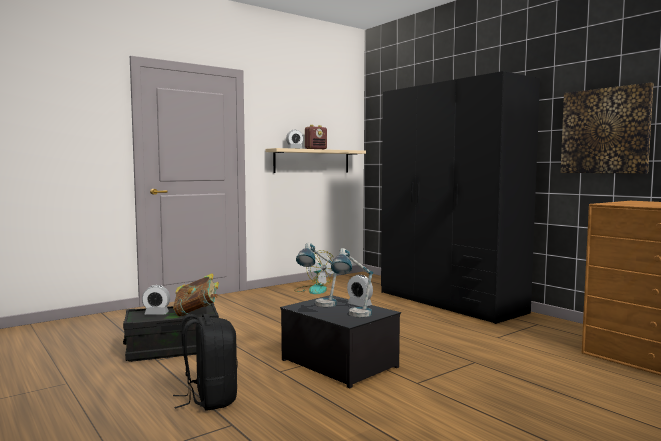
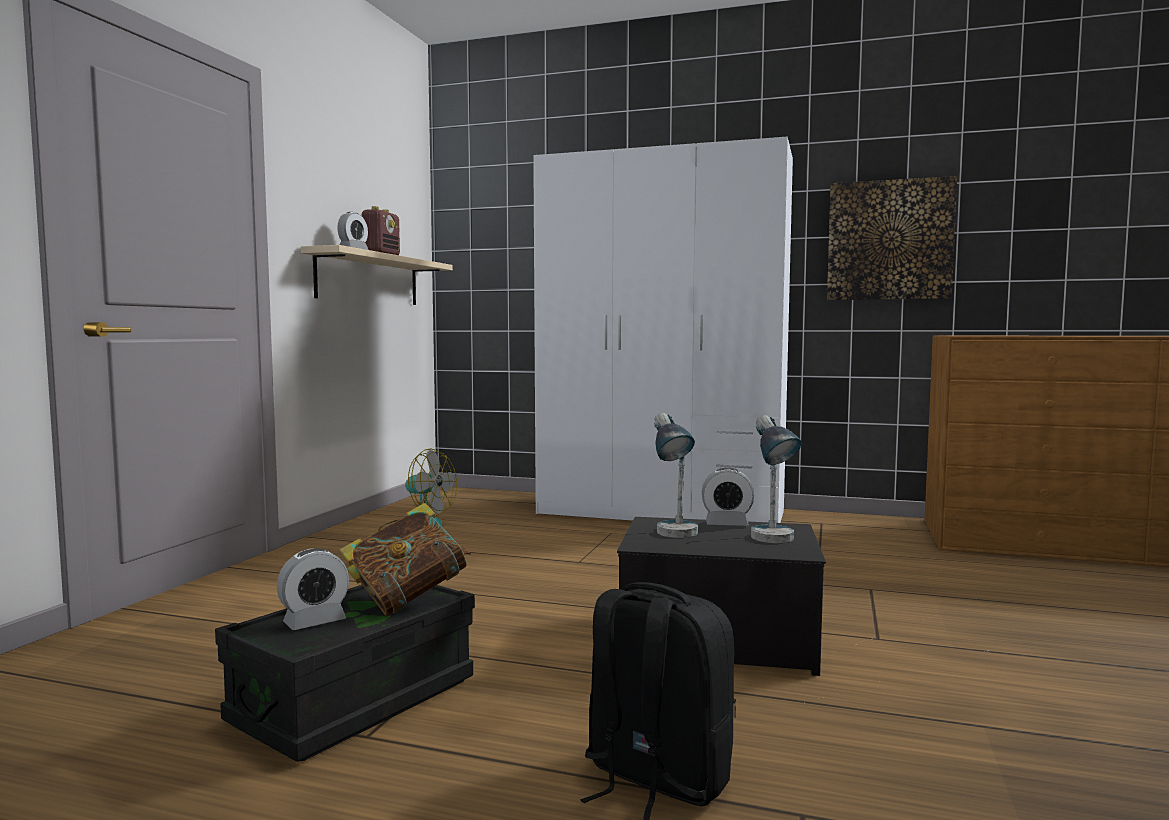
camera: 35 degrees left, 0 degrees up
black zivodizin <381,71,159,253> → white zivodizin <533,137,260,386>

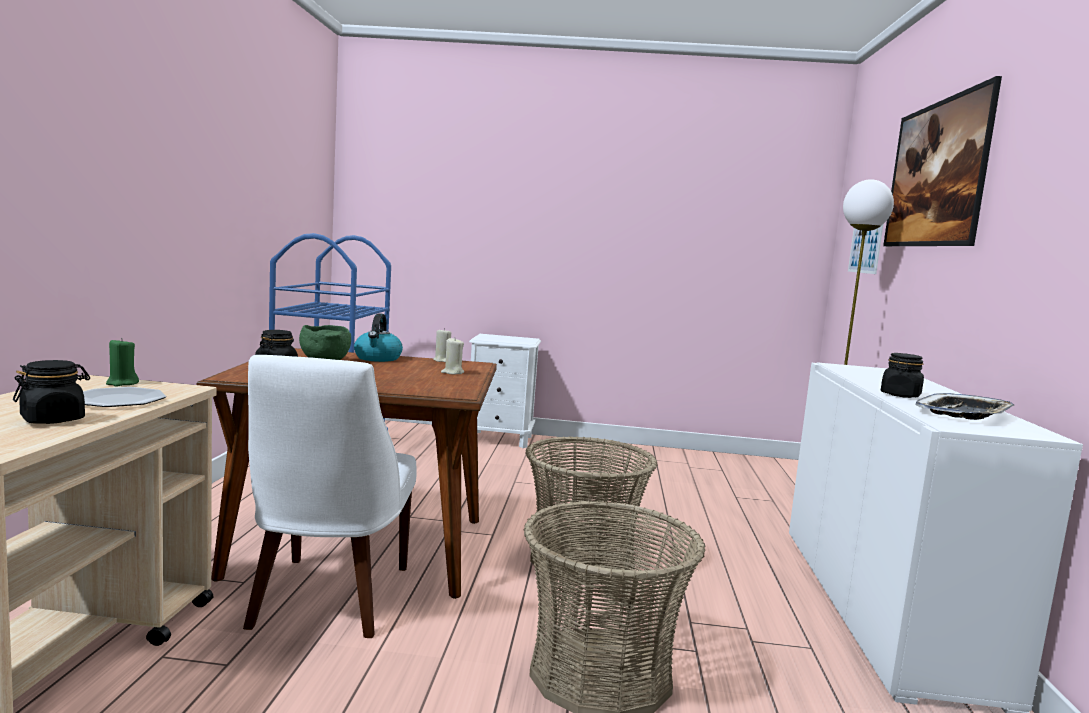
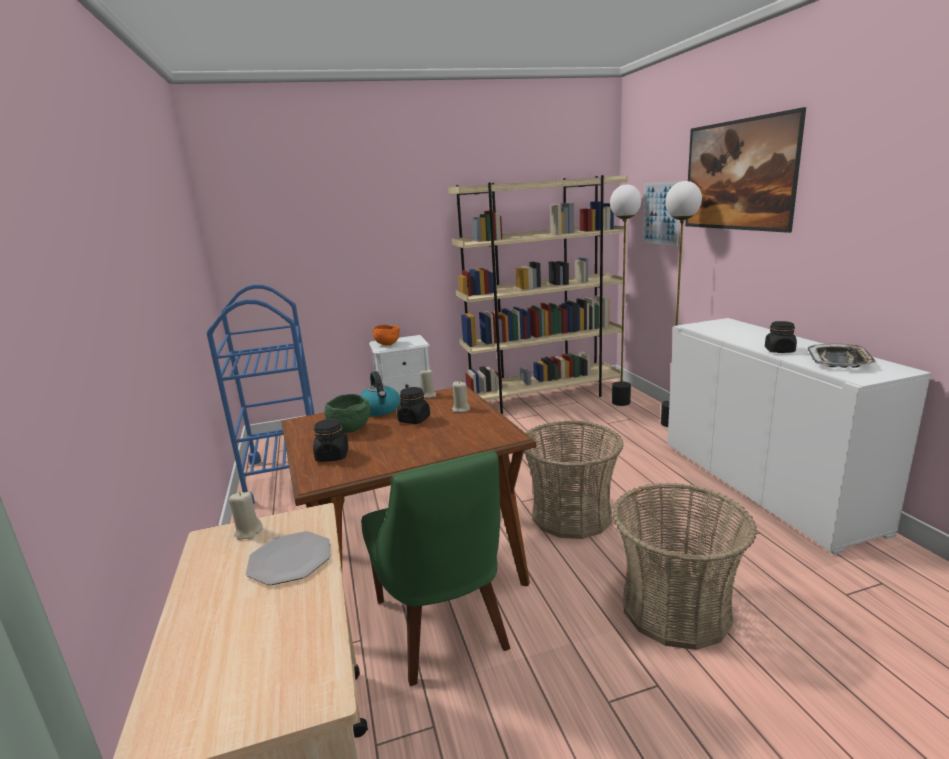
camera: 20 degrees left, 10 degrees up
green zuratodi <106,338,33,49> → beige zuratodi <229,492,34,48>
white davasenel <243,355,174,283> → green davasenel <361,451,150,235>
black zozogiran <13,360,77,64> → black zozogiran <397,387,33,37>, moved
- → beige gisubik <448,175,180,239>
- → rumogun <610,184,31,222>
- → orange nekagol <372,324,28,22>

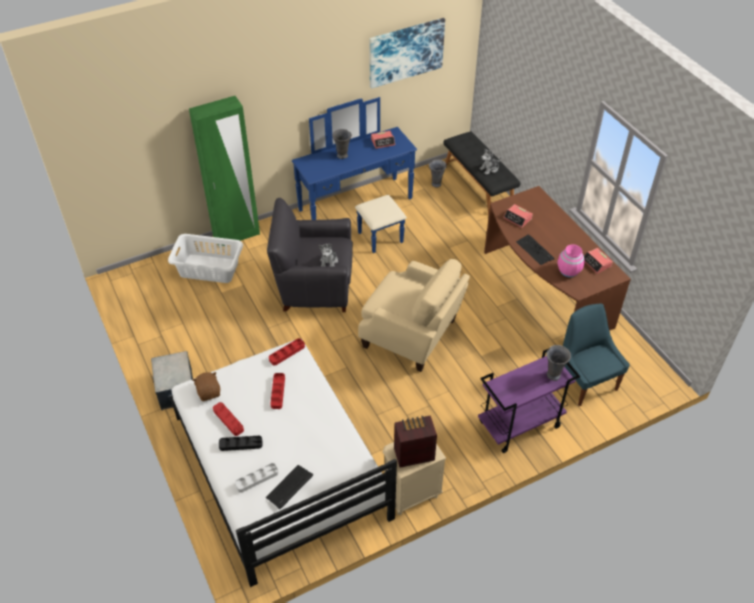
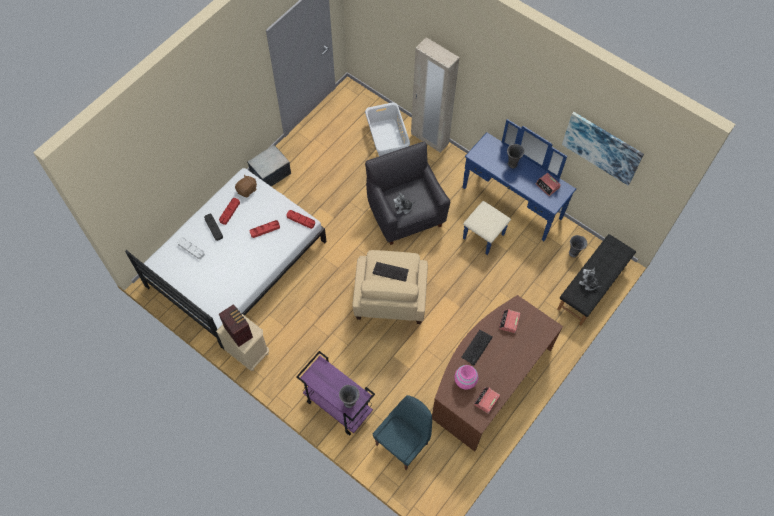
camera: 65 degrees right, 15 degrees up
green zivodizin <189,96,71,150> → beige zivodizin <411,37,49,116>
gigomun <266,465,48,44> → gigomun <372,262,37,20>, moved

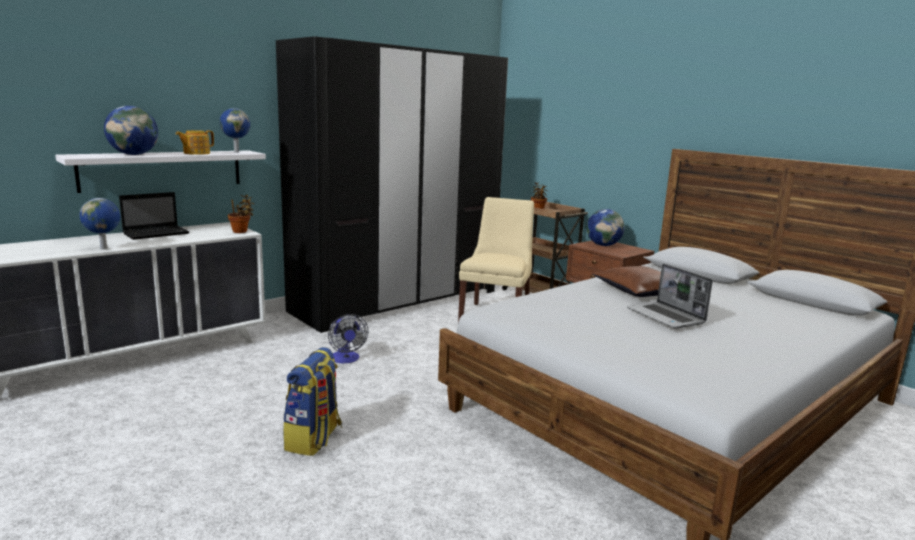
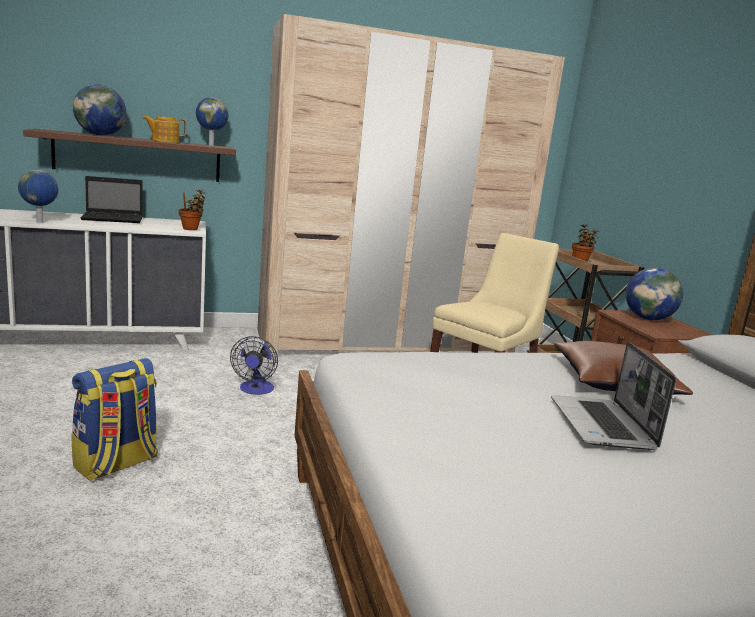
camera: 25 degrees right, 0 degrees up
black zivodizin <276,36,232,297> → beige zivodizin <257,14,308,343>
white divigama <55,150,211,43> → brown divigama <23,129,213,53>

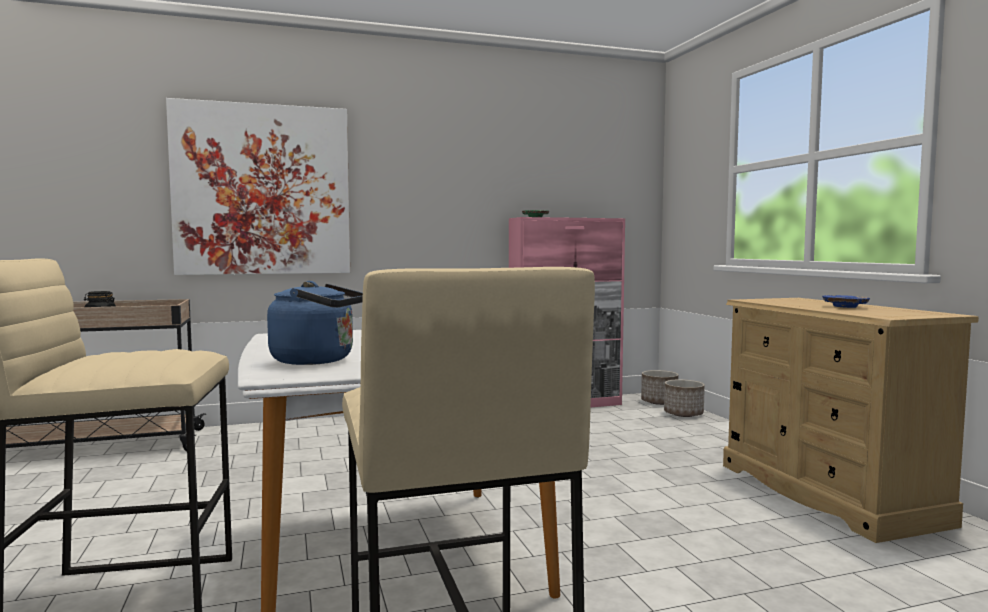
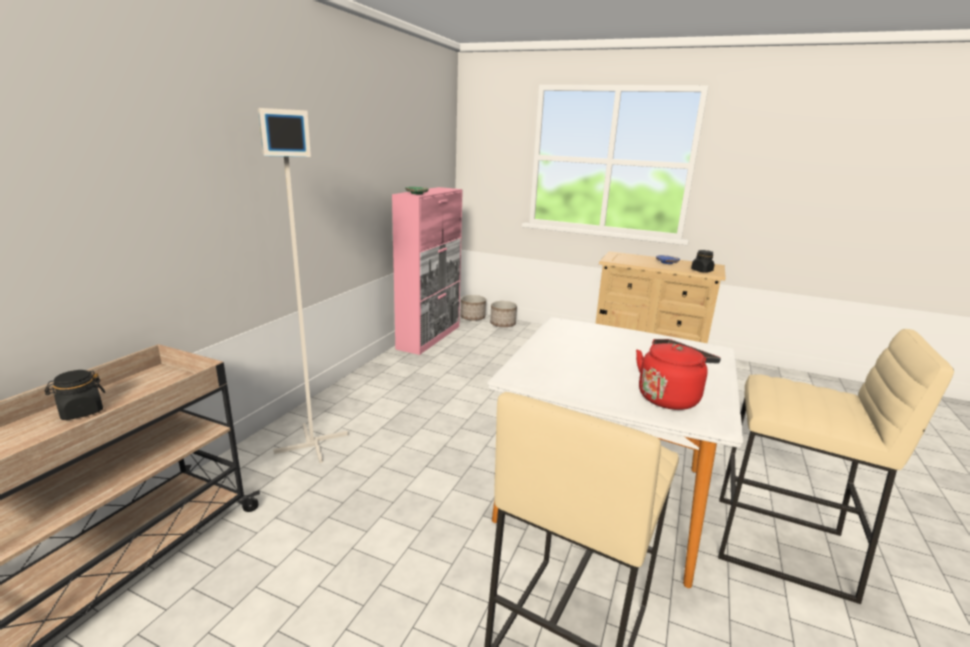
camera: 50 degrees left, 15 degrees up
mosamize <166,98,184,177> → -
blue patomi <267,281,96,84> → red patomi <636,339,85,71>
- → grey rumogun <257,108,91,355>
- → black zozogiran <691,250,23,22>

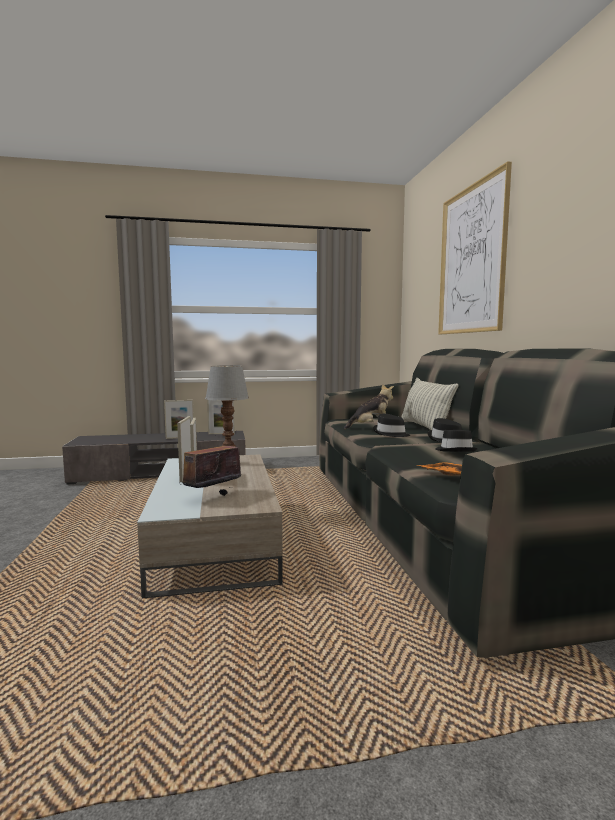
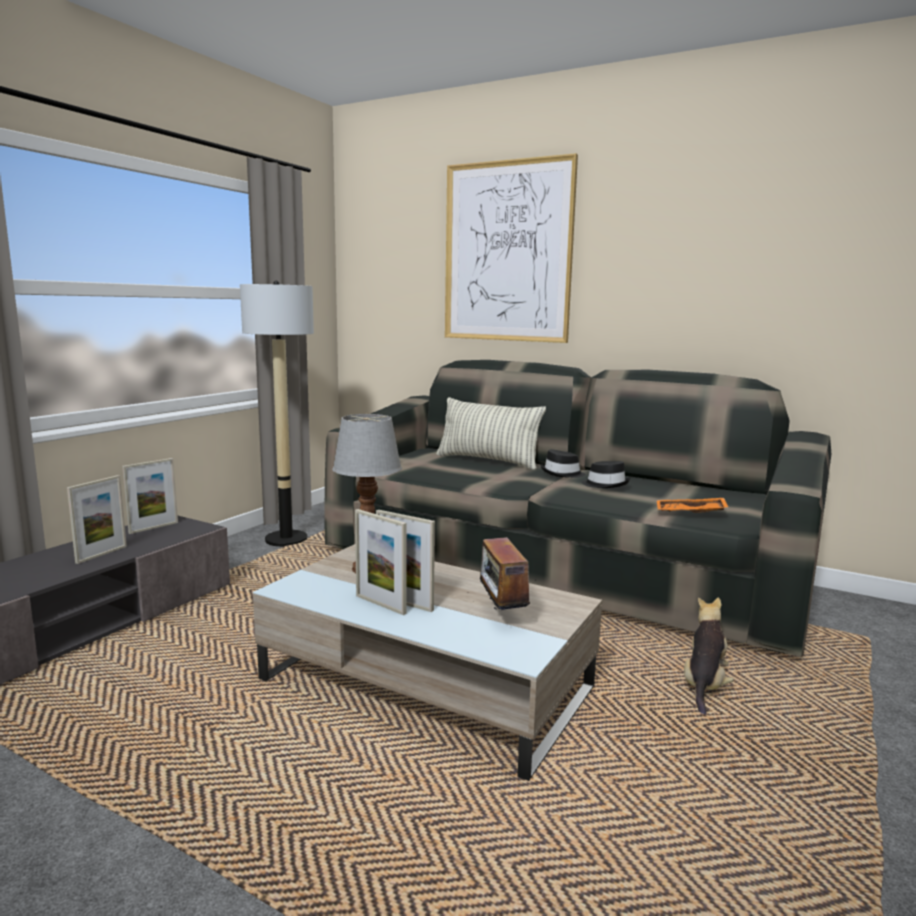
camera: 50 degrees left, 5 degrees up
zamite <344,384,50,46> → zamite <684,597,50,117>, moved
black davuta <373,413,37,24> → -
- → rumogun <240,281,74,266>

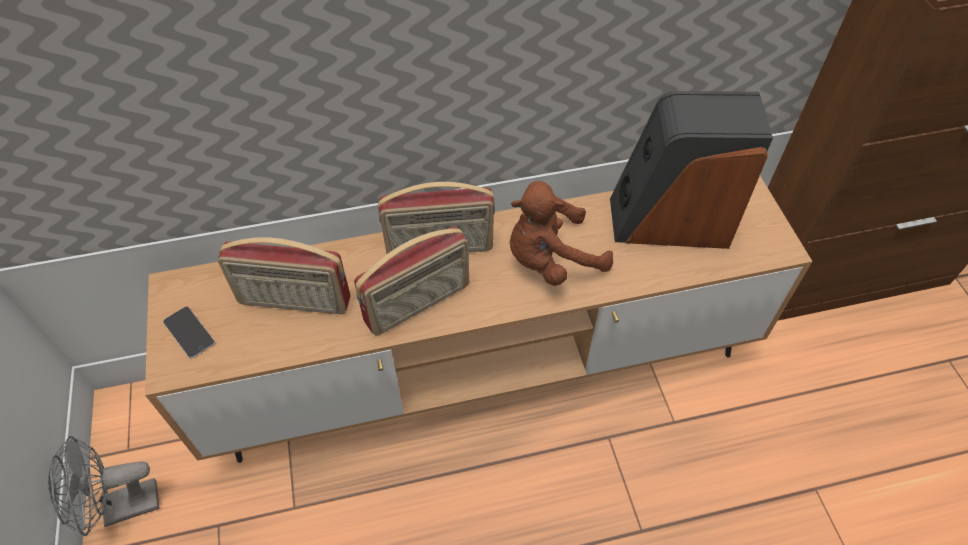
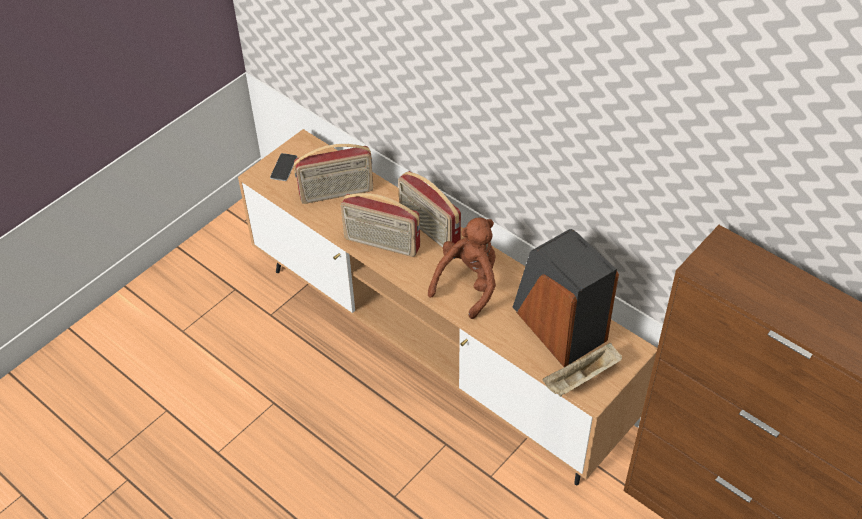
camera: 55 degrees right, 5 degrees down
brown zamite <510,181,103,105> → brown zamite <428,217,68,102>, 90 degrees clockwise
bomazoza <218,237,133,77> → bomazoza <294,144,79,60>, 75 degrees counterclockwise
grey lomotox <48,436,112,100> → -
- → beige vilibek <542,343,80,54>

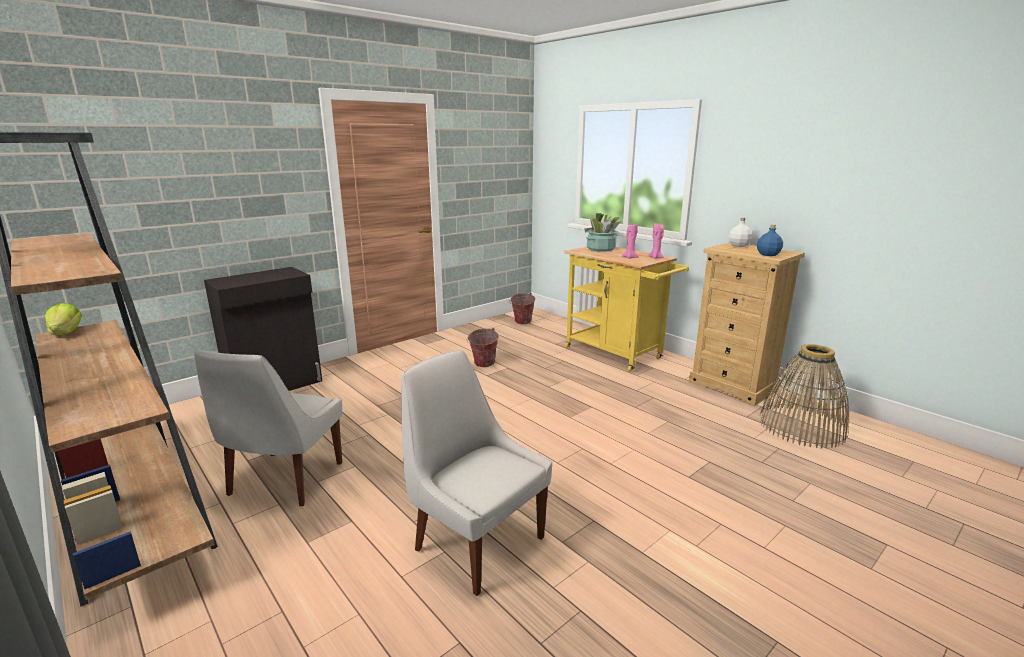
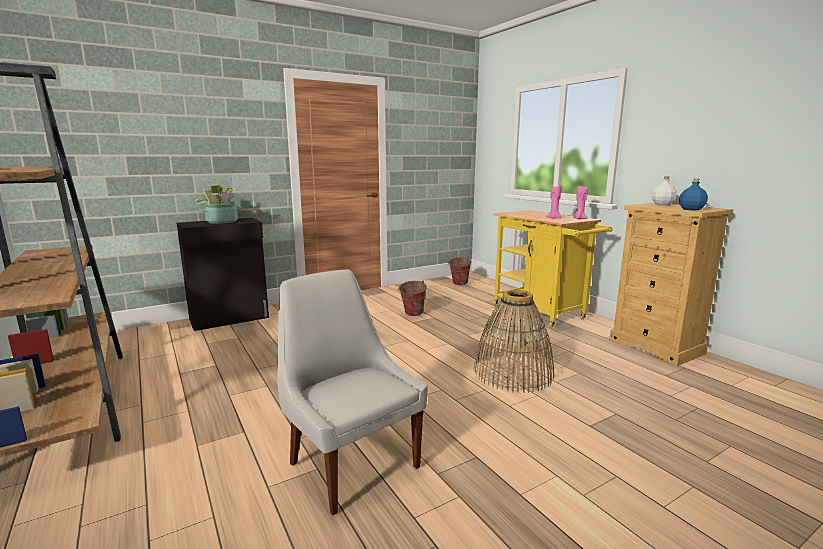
camera: 10 degrees right, 5 degrees down
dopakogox <584,213,37,39> → dopakogox <194,185,48,39>, moved
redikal <45,303,37,33> → -
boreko <760,344,89,105> → boreko <474,290,80,103>, moved
white davasenel <194,350,148,156> → -

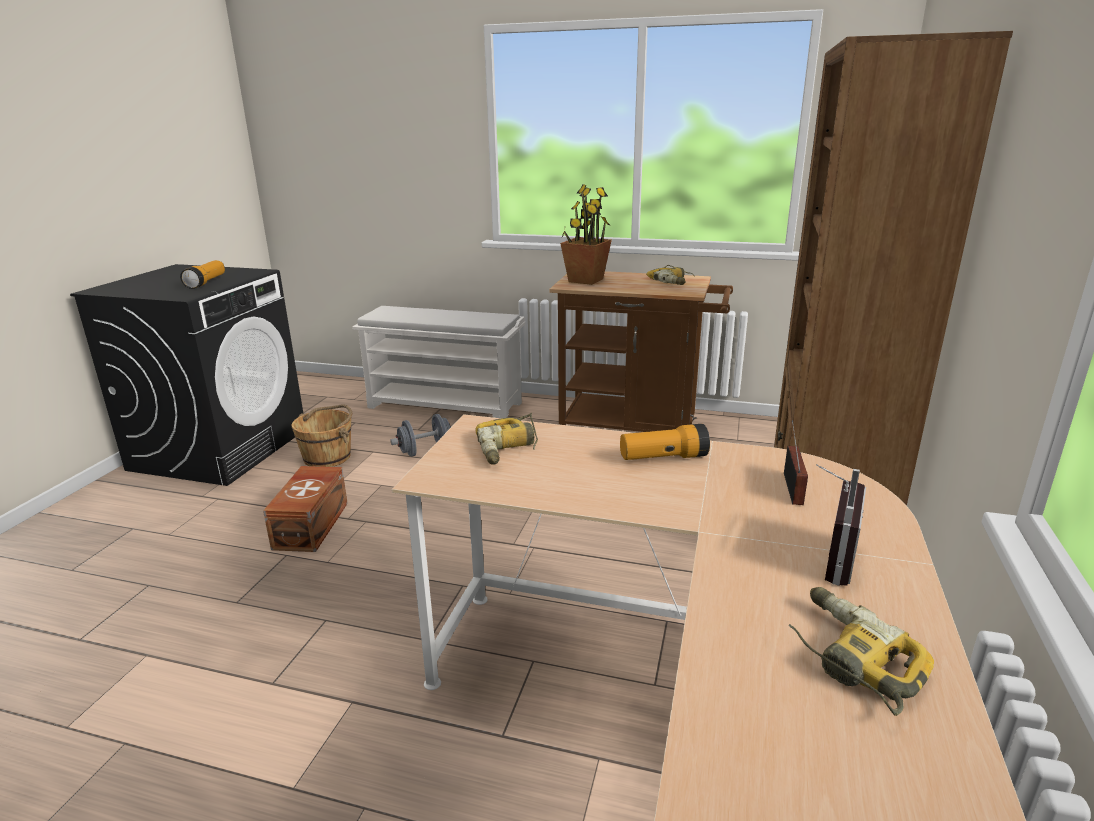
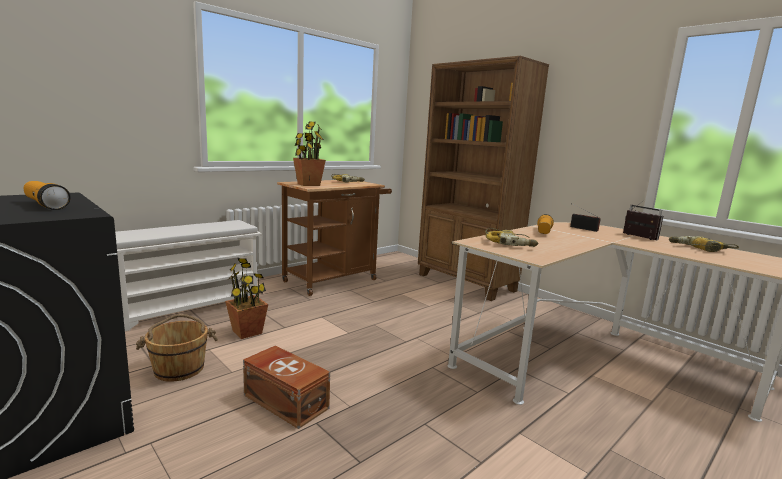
camera: 60 degrees left, 10 degrees down
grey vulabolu <390,414,62,43> → dopakogox <225,258,43,81>

